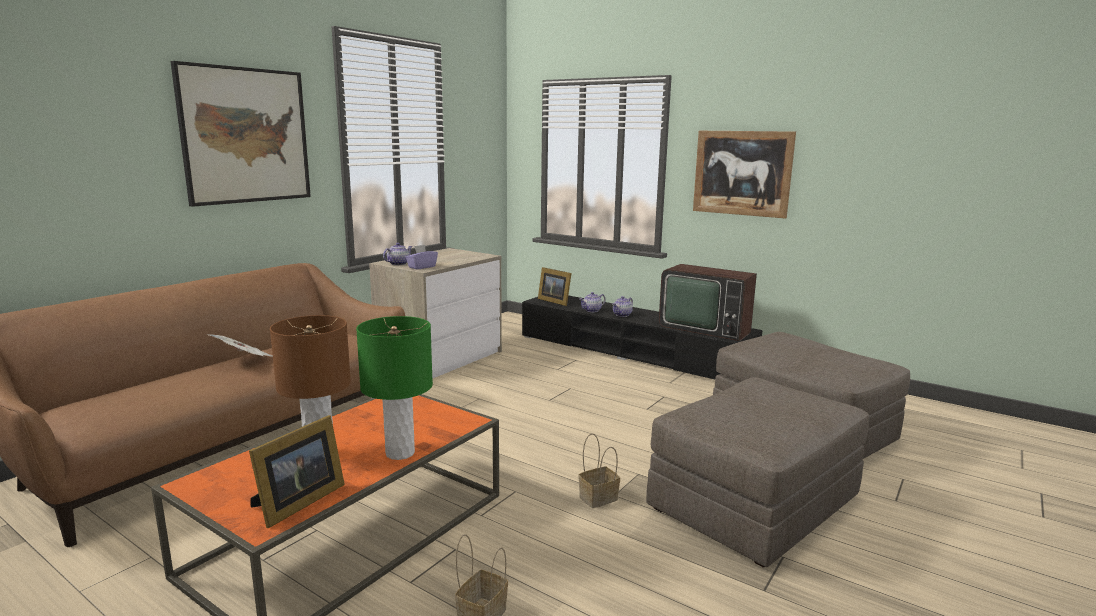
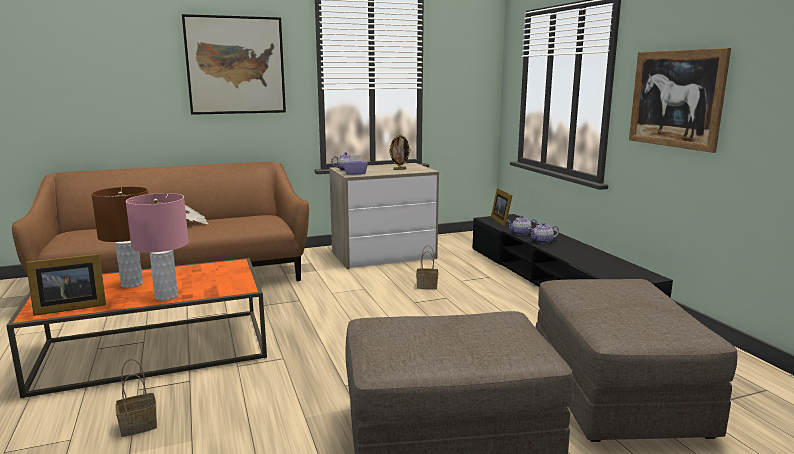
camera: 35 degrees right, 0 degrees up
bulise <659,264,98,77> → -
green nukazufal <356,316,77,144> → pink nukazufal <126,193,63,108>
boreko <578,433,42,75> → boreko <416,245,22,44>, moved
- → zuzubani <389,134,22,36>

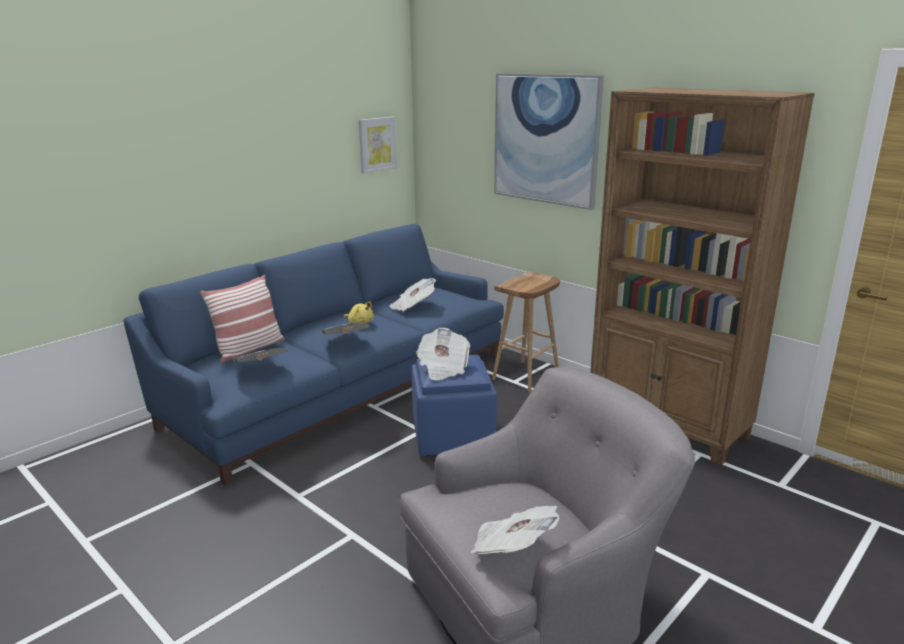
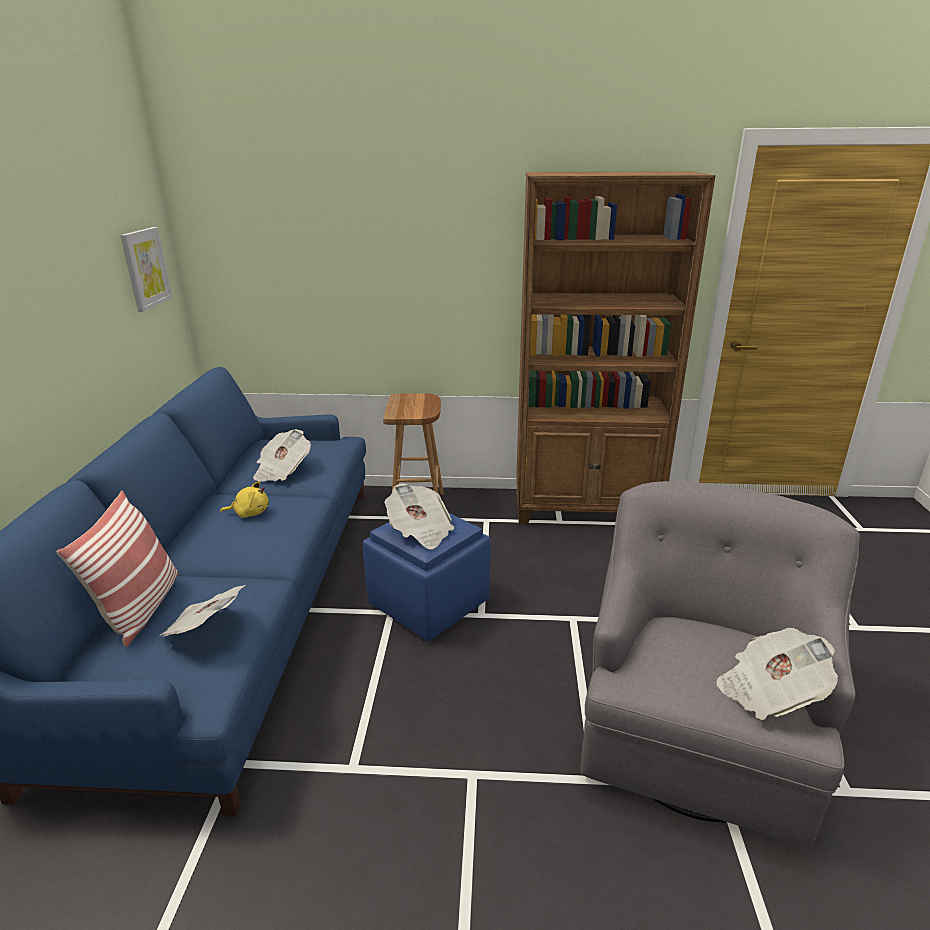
camera: 40 degrees left, 5 degrees up
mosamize <494,73,110,137> → -
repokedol <321,323,50,12> → -

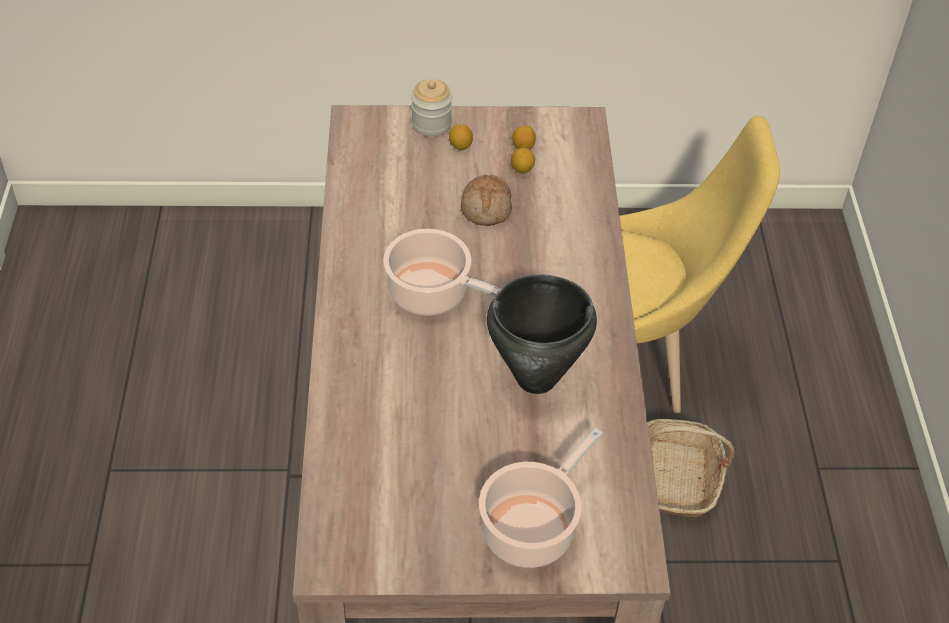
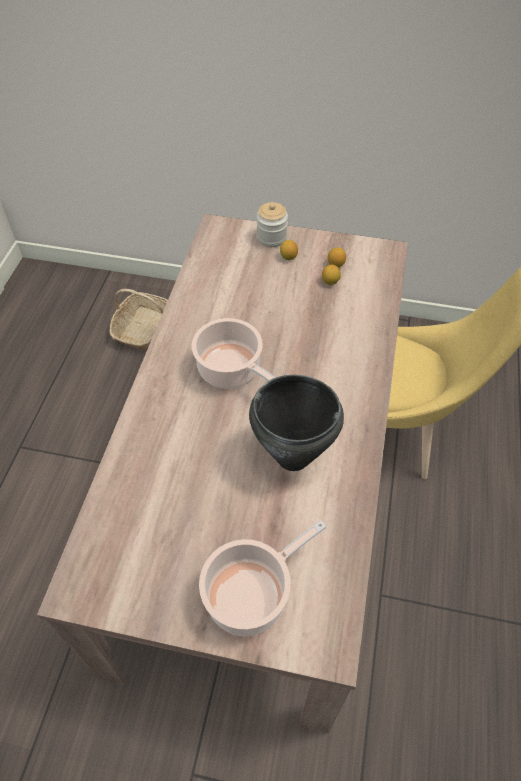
camera: 15 degrees right, 5 degrees up
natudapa <461,174,51,52> → -
boreko <648,419,86,98> → boreko <109,289,59,61>, moved

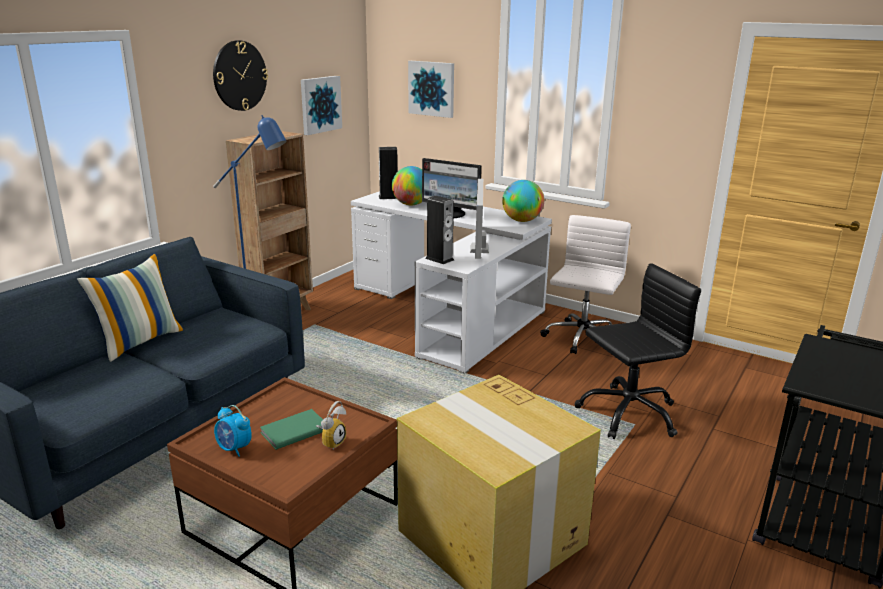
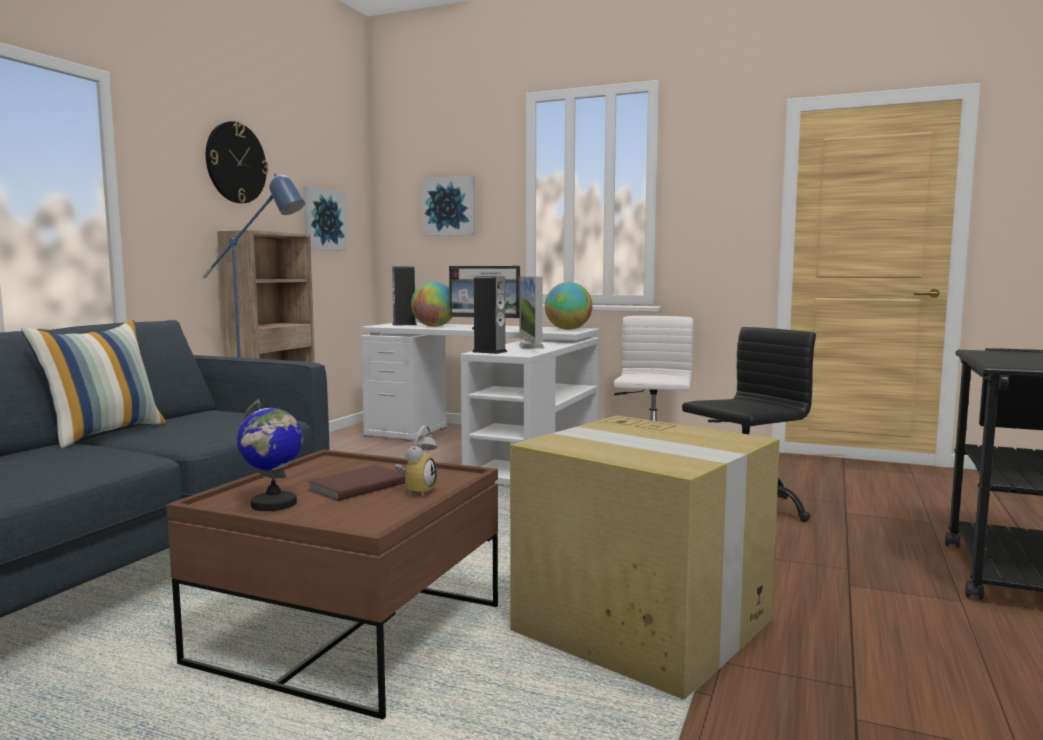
camera: 10 degrees left, 15 degrees down
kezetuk <214,405,38,52> → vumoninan <237,399,66,112>
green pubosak <260,409,63,41> → brown pubosak <308,465,97,36>

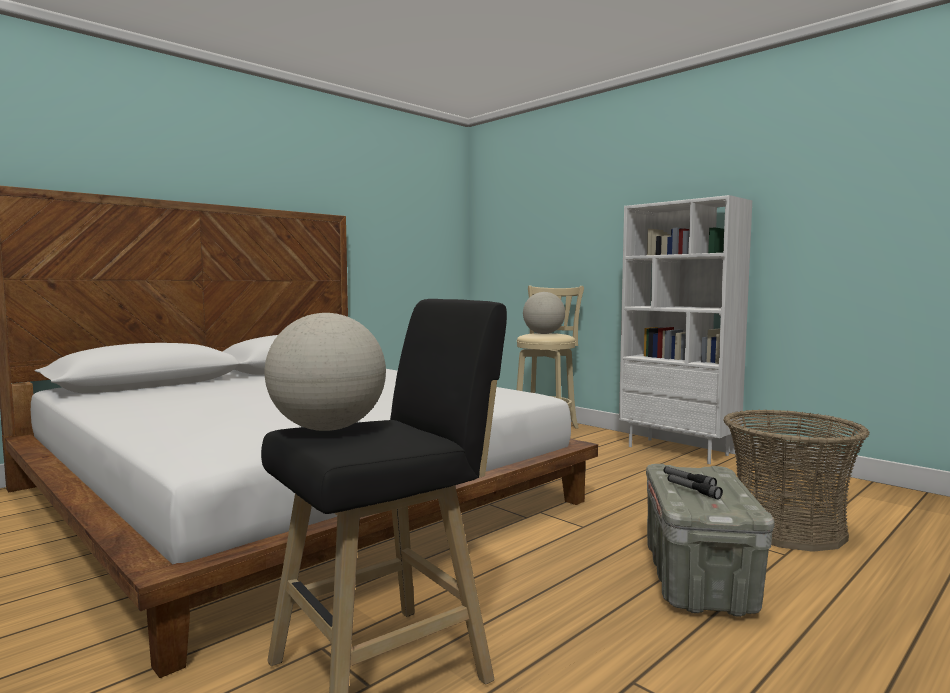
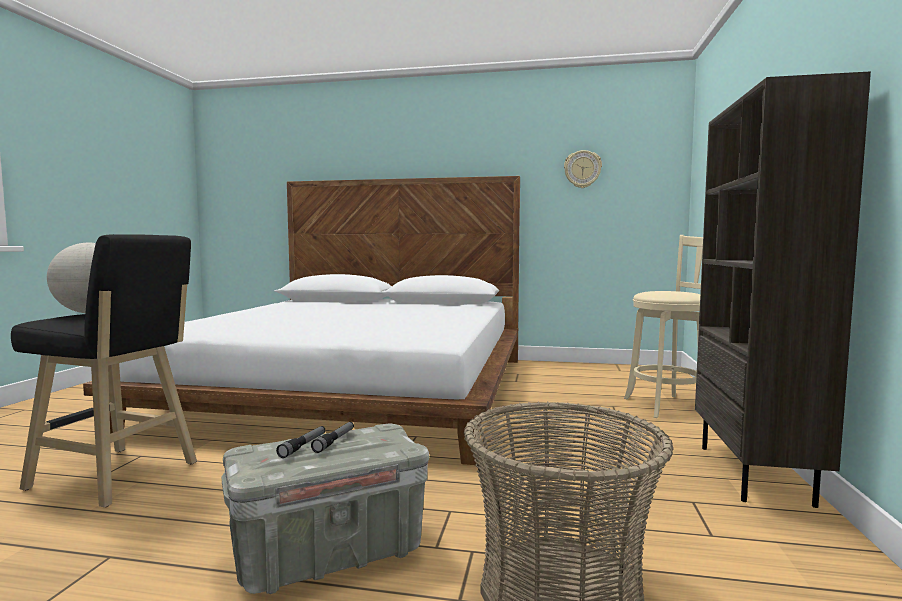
camera: 55 degrees right, 0 degrees up
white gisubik <619,195,133,269> → brown gisubik <695,71,176,437>
vumoninan <523,292,42,42> → -
- → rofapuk <564,150,38,38>

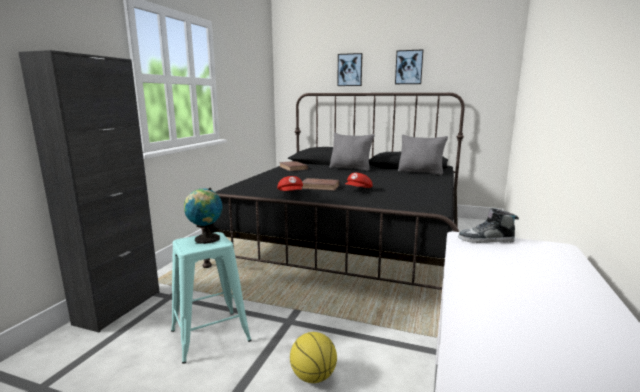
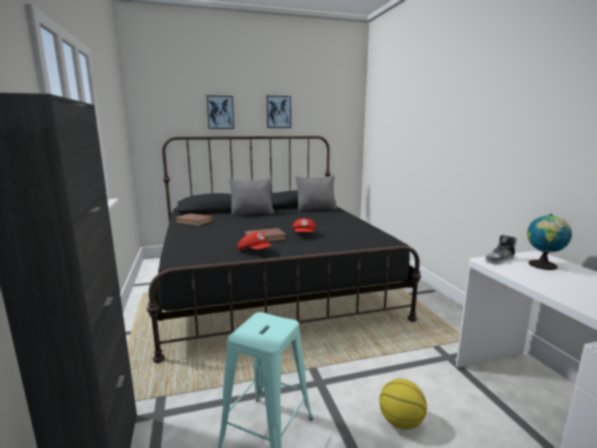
camera: 35 degrees left, 0 degrees up
vumoninan <184,188,39,56> → vumoninan <527,214,45,56>, moved

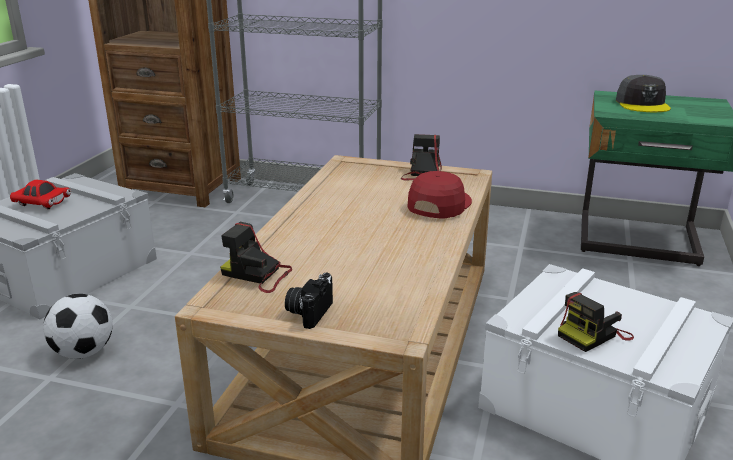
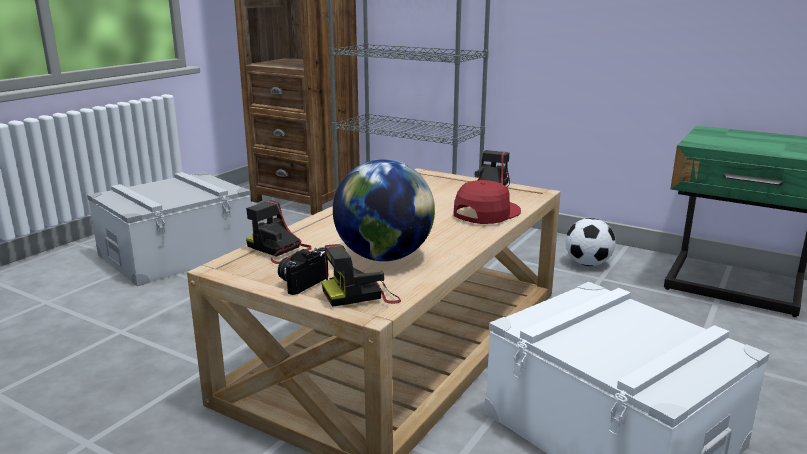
camera: 15 degrees right, 5 degrees down
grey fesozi <616,75,55,37> → -
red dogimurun <10,180,61,29> → -
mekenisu <558,292,76,60> → mekenisu <322,244,79,63>, moved
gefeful <43,294,70,65> → gefeful <566,218,49,48>, moved
- → vumoninan <333,159,102,102>

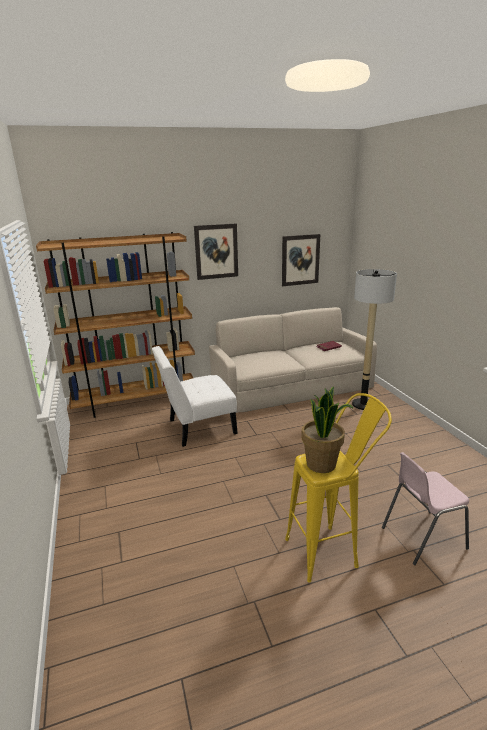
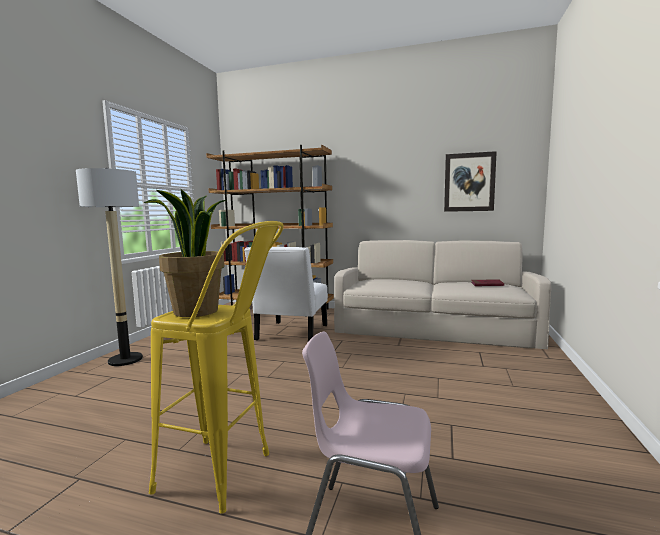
camera: 35 degrees right, 15 degrees down
mosamize <194,224,44,56> → -
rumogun <352,269,45,141> → rumogun <76,168,67,198>, moved
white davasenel <152,346,86,101> → white davasenel <244,247,84,94>, 90 degrees counterclockwise

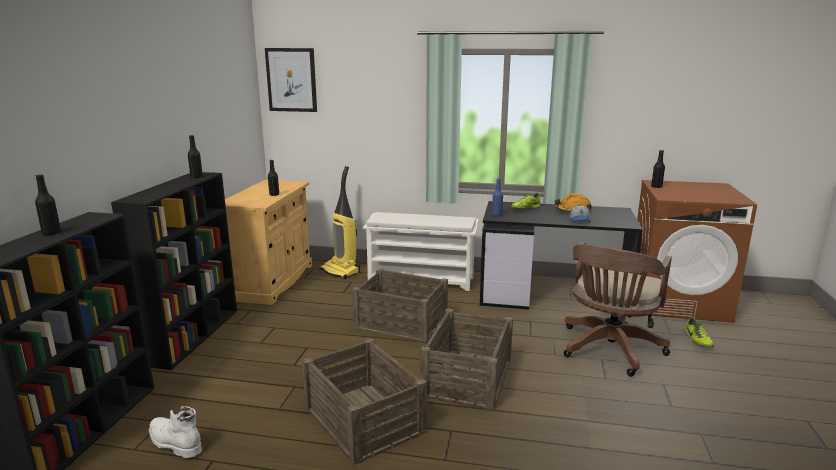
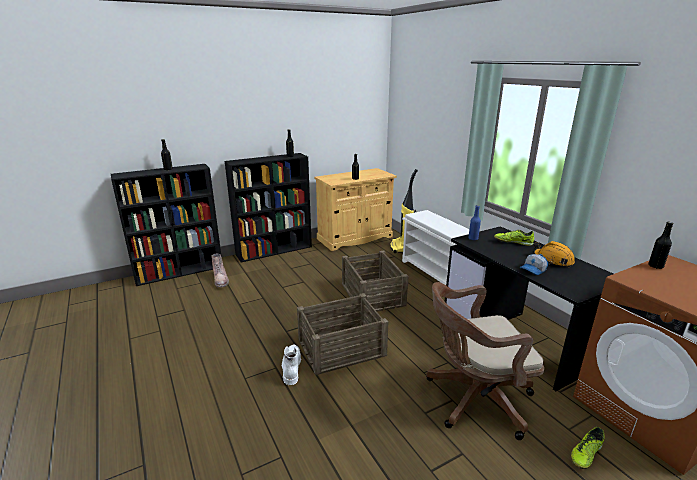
camera: 50 degrees right, 5 degrees up
mosamize <265,48,52,64> → -
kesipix <302,338,126,127> → -
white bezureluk <149,406,53,52> → white bezureluk <282,345,19,40>, moved
- → brown bezureluk <212,253,17,35>

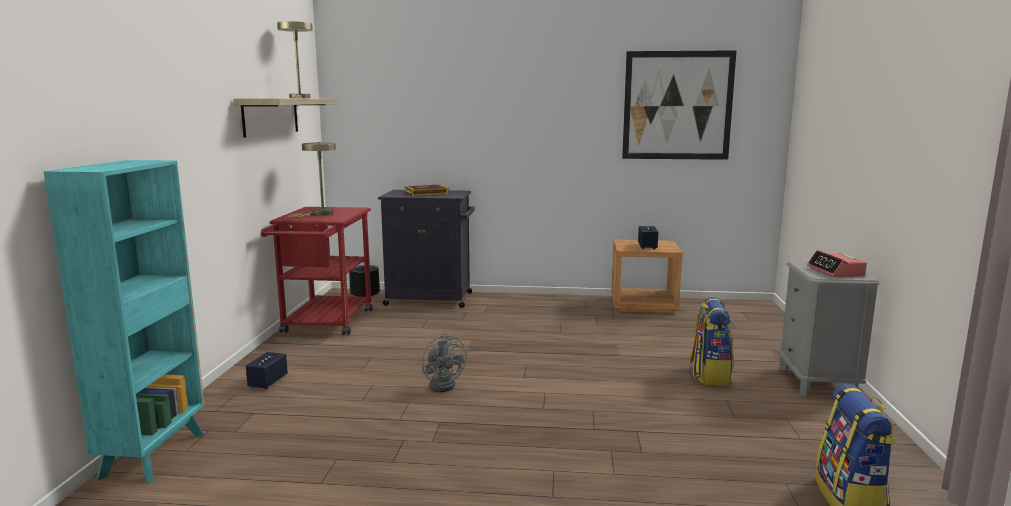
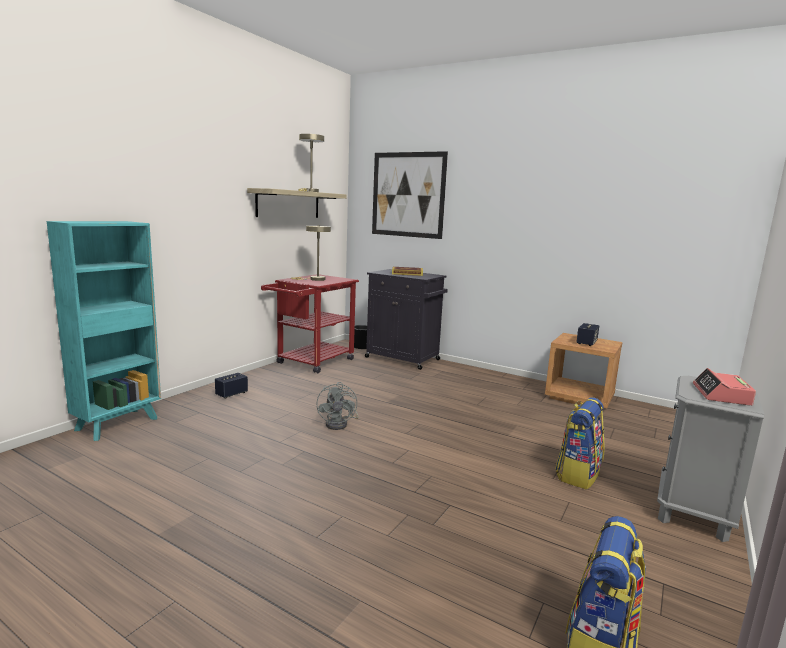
camera: 25 degrees right, 0 degrees up
mosamize <622,50,115,110> → mosamize <372,151,76,88>, moved

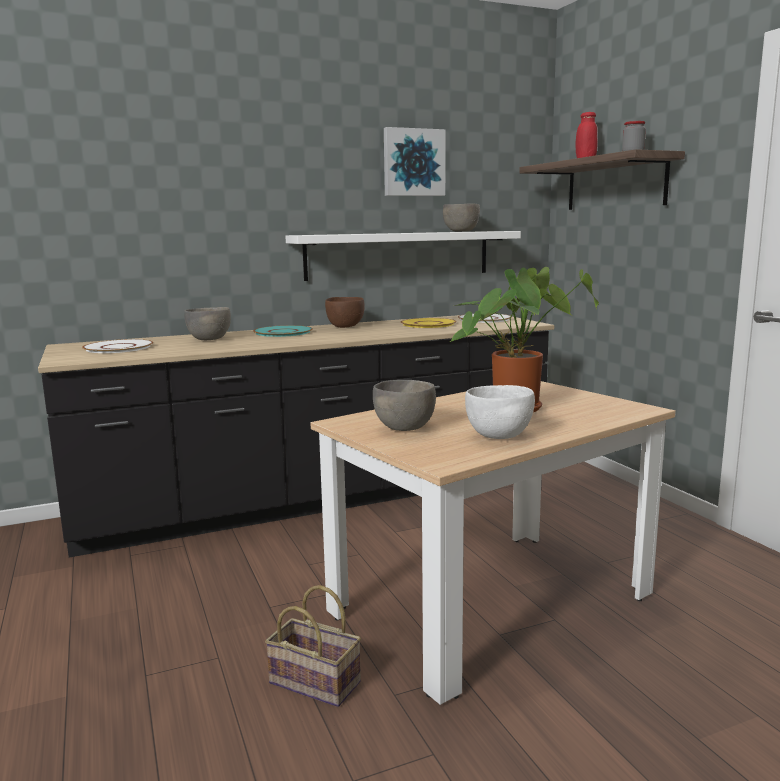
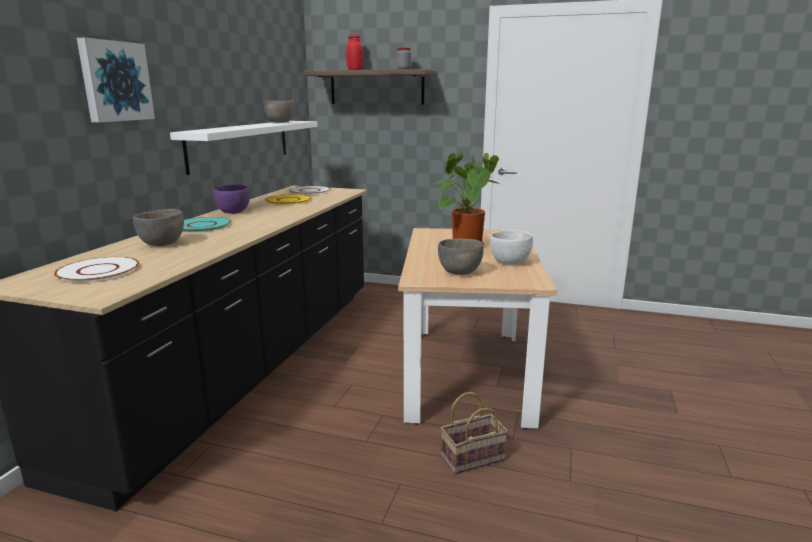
camera: 50 degrees left, 5 degrees up
mosamize <384,127,61,69> → mosamize <77,38,78,84>, moved
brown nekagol <325,297,40,31> → purple nekagol <213,185,37,29>

